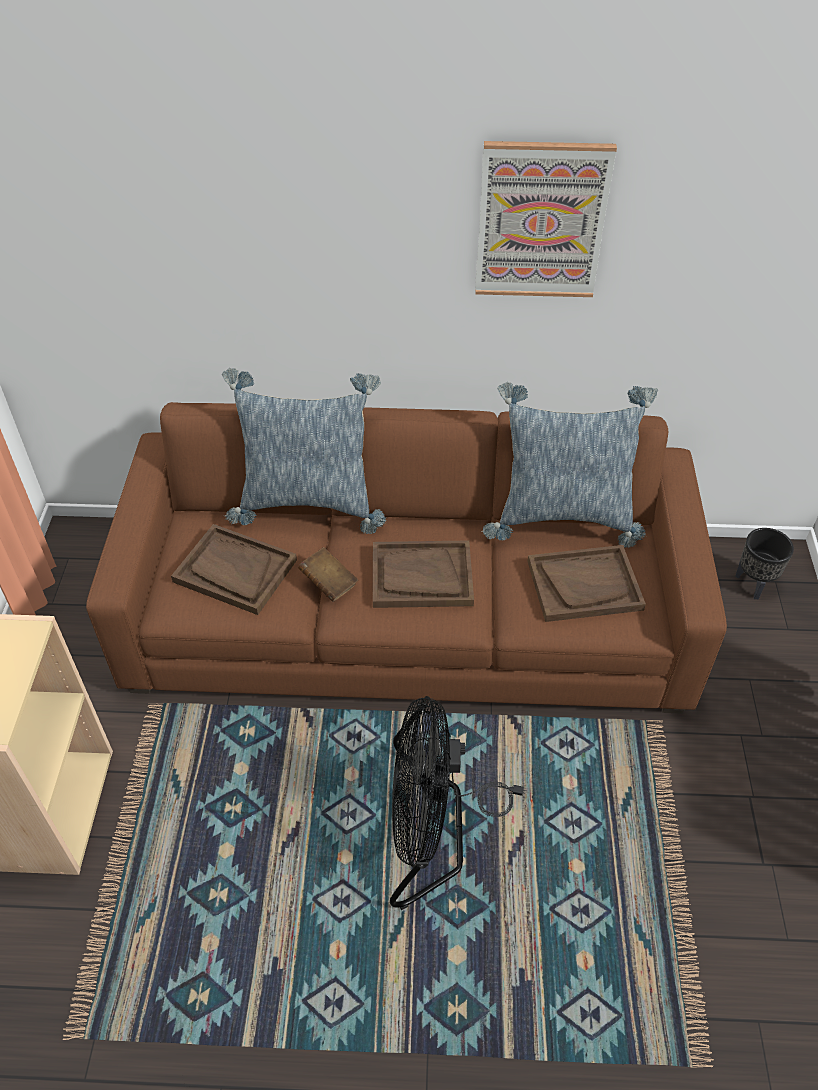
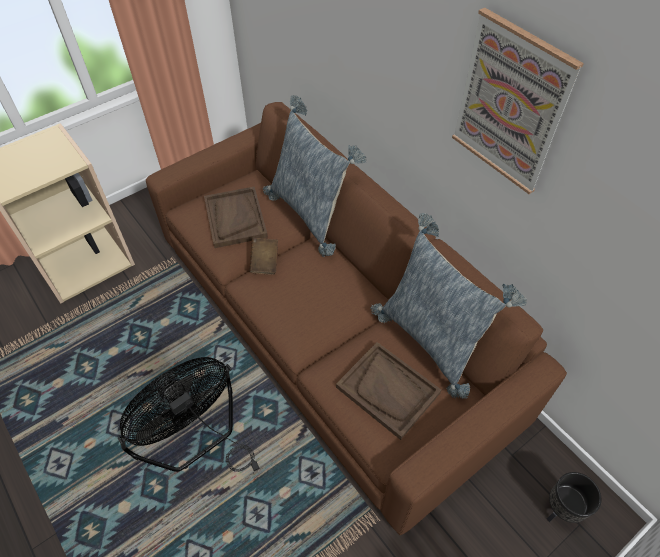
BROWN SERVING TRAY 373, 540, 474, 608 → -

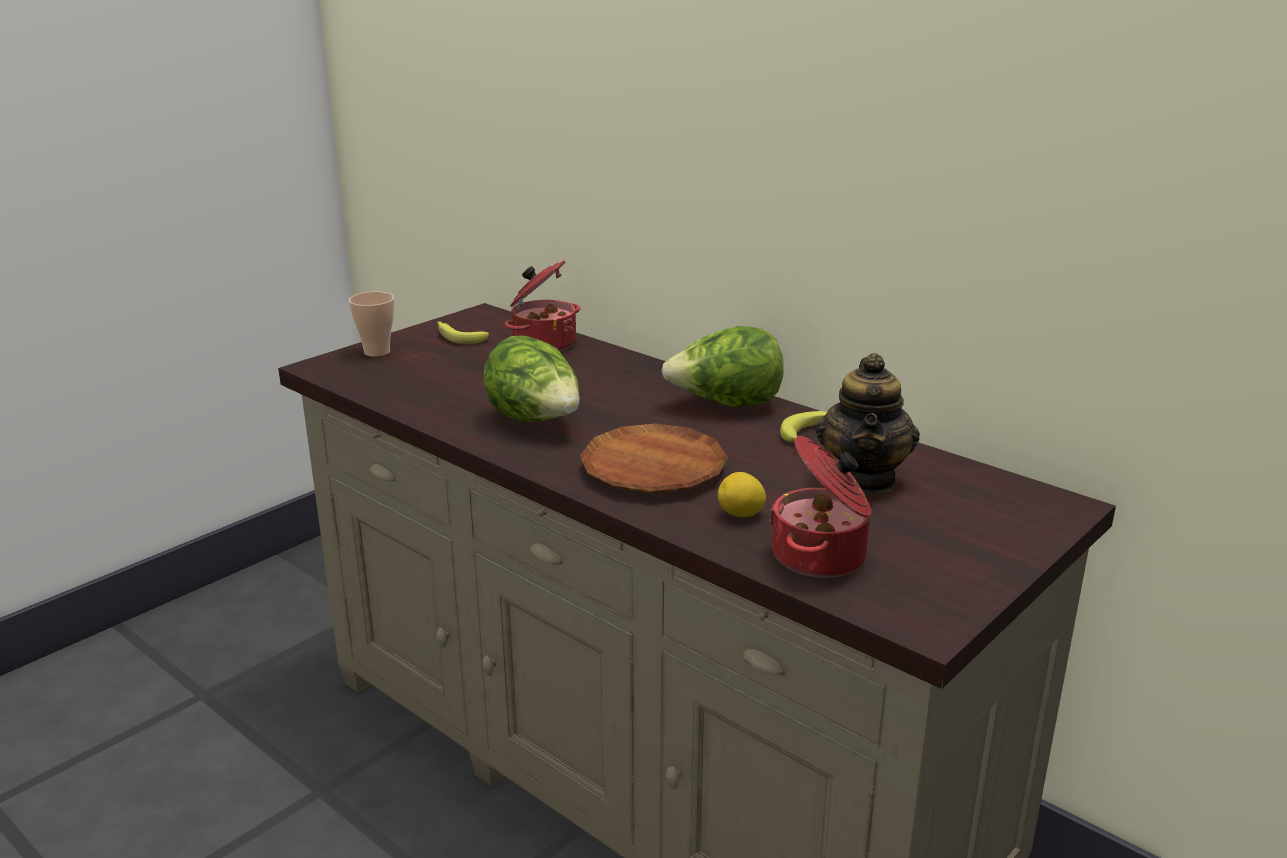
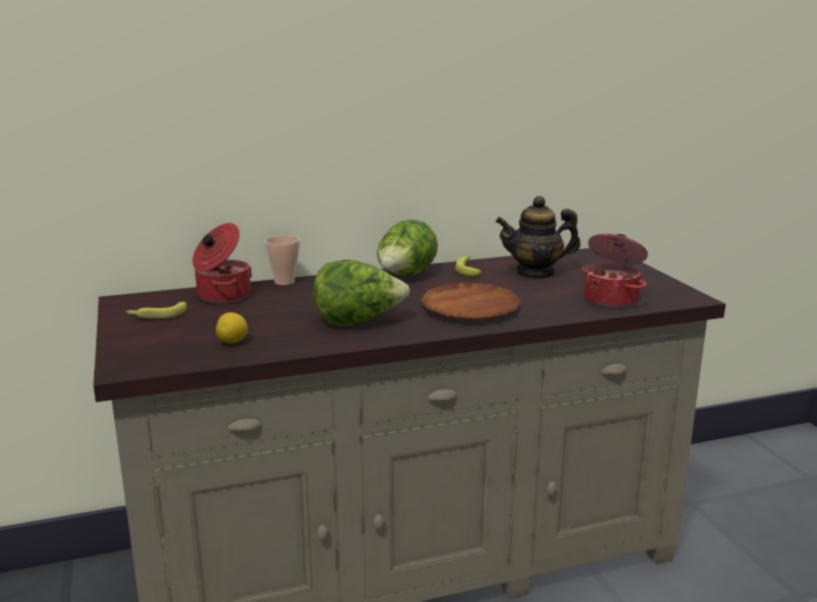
LEMON 718, 472, 766, 517 → LEMON 216, 312, 248, 343, move
CUP 349, 292, 395, 357 → CUP 265, 235, 300, 285, move
POT FOR TEA 816, 353, 920, 493 → POT FOR TEA 496, 196, 581, 280, 135 degrees clockwise

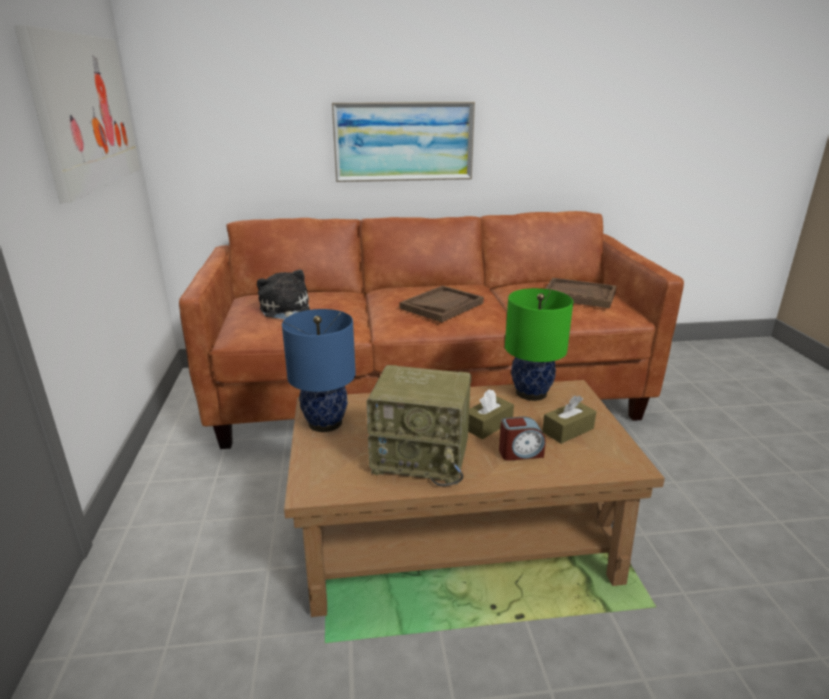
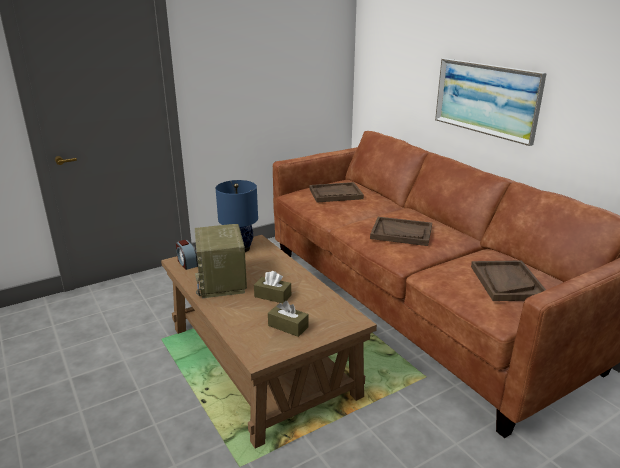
ALARM CLOCK 499, 417, 546, 461 → ALARM CLOCK 176, 240, 198, 270, move
SOFT TOY 257, 269, 310, 319 → BROWN SERVING TRAY 310, 182, 364, 203
PICTURE 14, 25, 140, 203 → -
GREEN-COLOURED TABLETOP LAMP 505, 288, 573, 401 → -

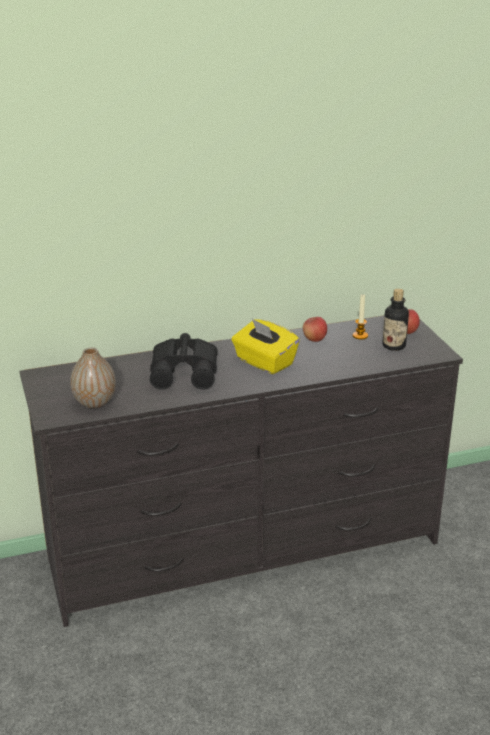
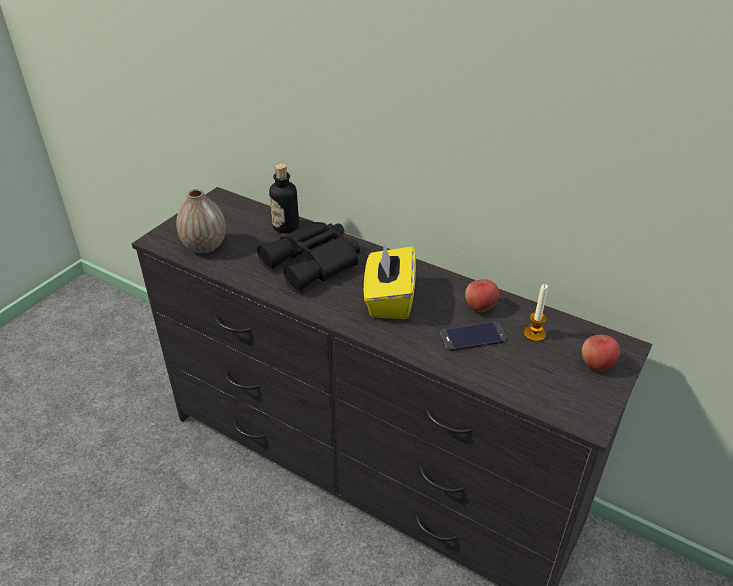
BEVERAGE BOTTLE 382, 289, 409, 351 → BEVERAGE BOTTLE 269, 163, 299, 233, move
- → HANDSET 440, 322, 506, 351

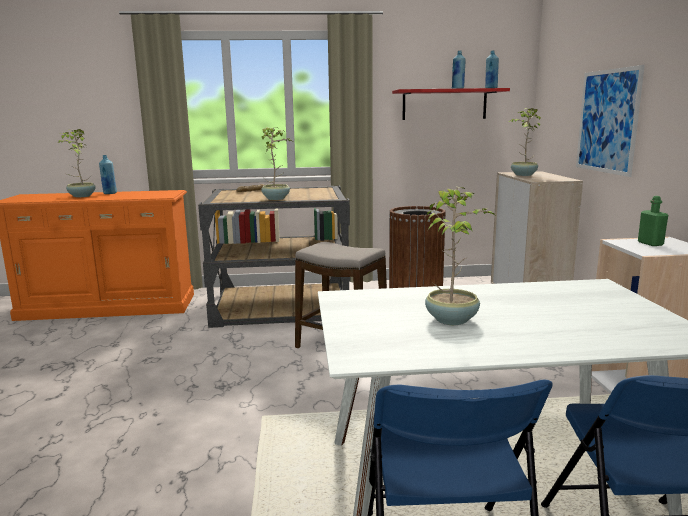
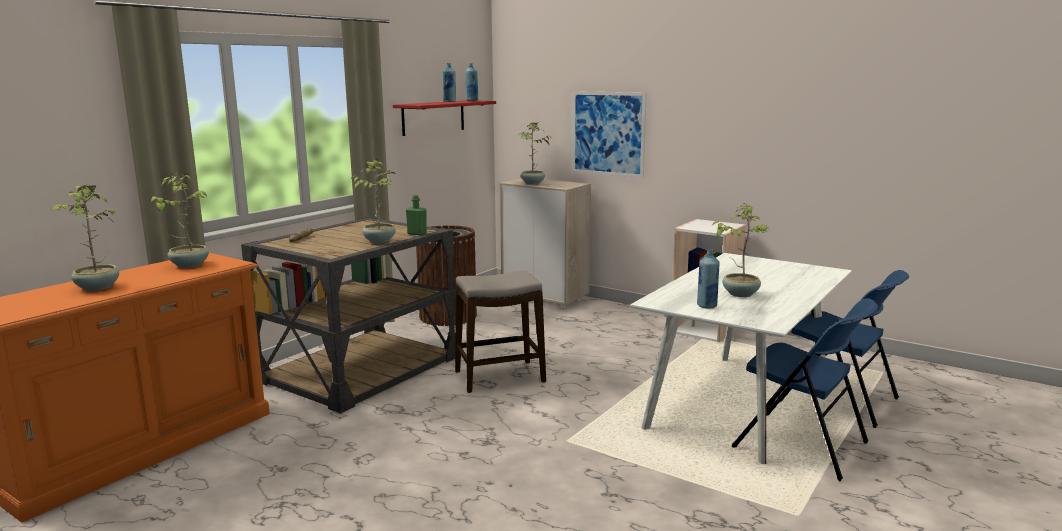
- → PLANT IN A POT 151, 173, 209, 268
GREEN-COLOURED BEVERAGE BOTTLE 638, 196, 668, 246 → GREEN-COLOURED BEVERAGE BOTTLE 406, 195, 427, 236, move
BLUE-COLOURED BEVERAGE BOTTLE 99, 155, 117, 194 → BLUE-COLOURED BEVERAGE BOTTLE 697, 249, 720, 309, move

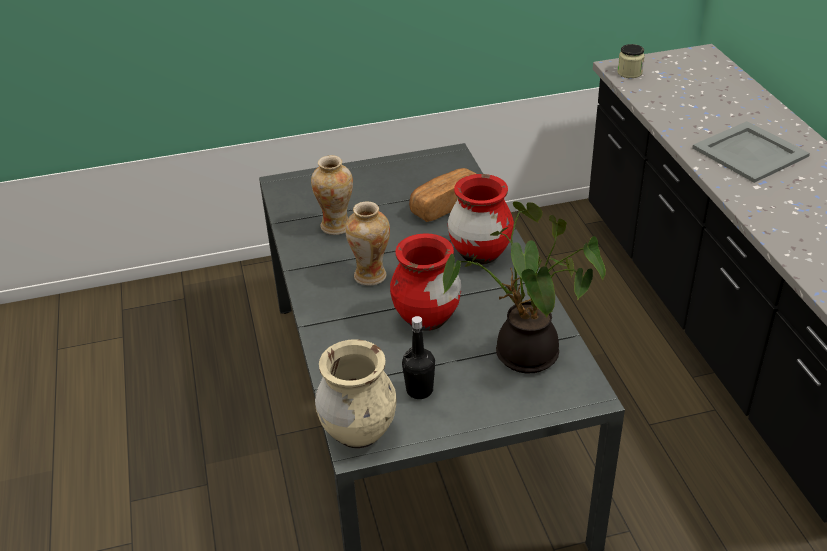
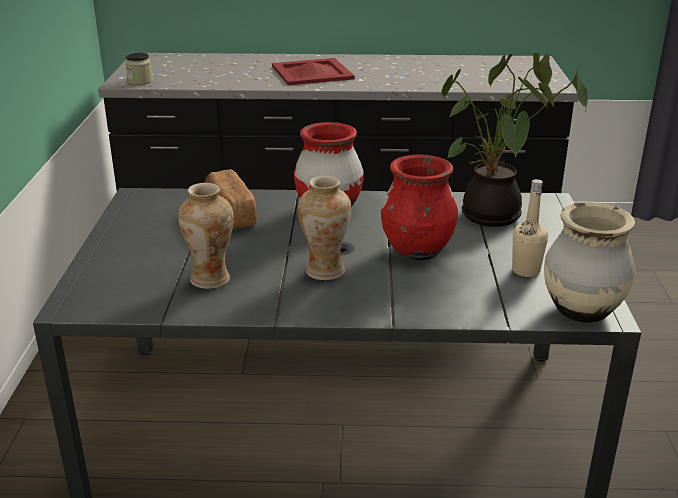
GREY SERVING TRAY 692, 121, 810, 183 → REDDISH SERVING TRAY 272, 58, 355, 85
BLACKISH BEVERAGE BOTTLE 402, 316, 435, 399 → BEIGE-COLOURED BEVERAGE BOTTLE 512, 179, 548, 277

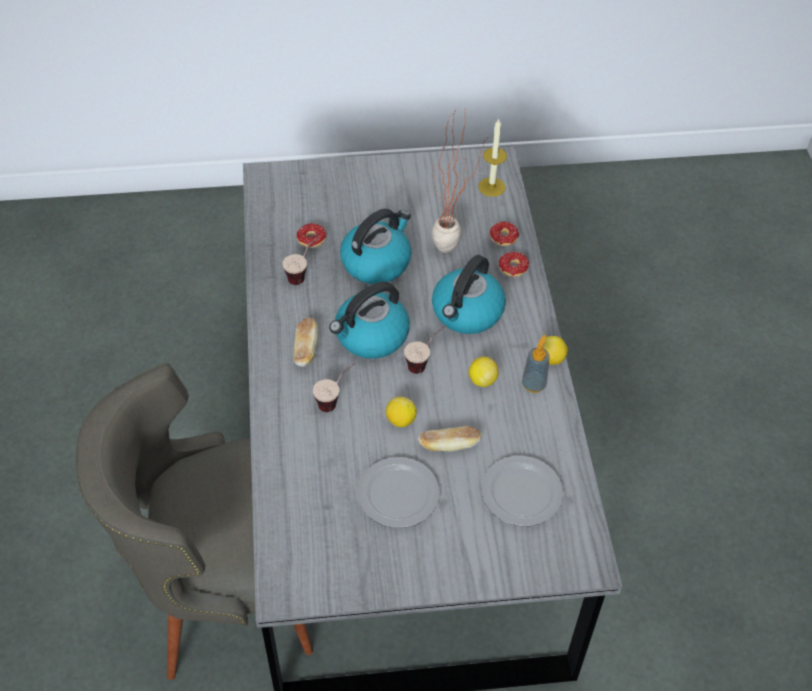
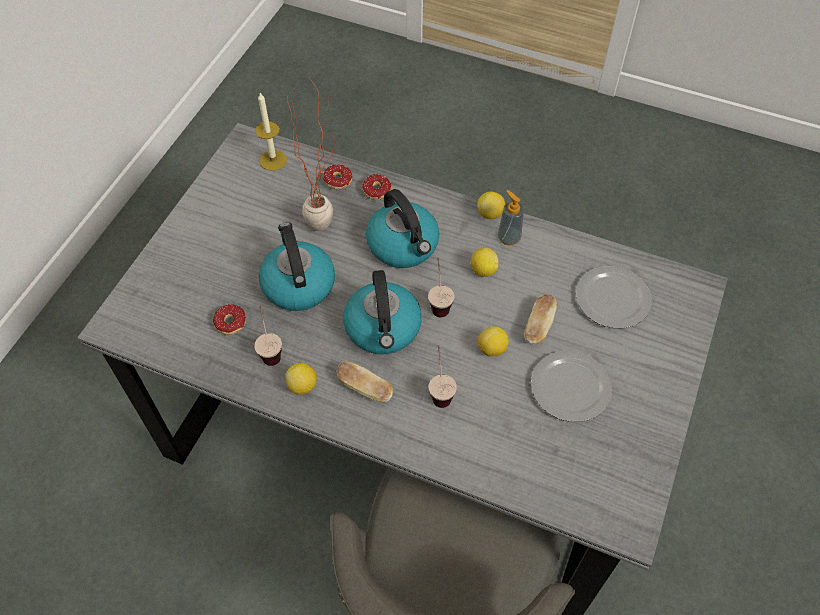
- → LEMON 285, 363, 317, 395

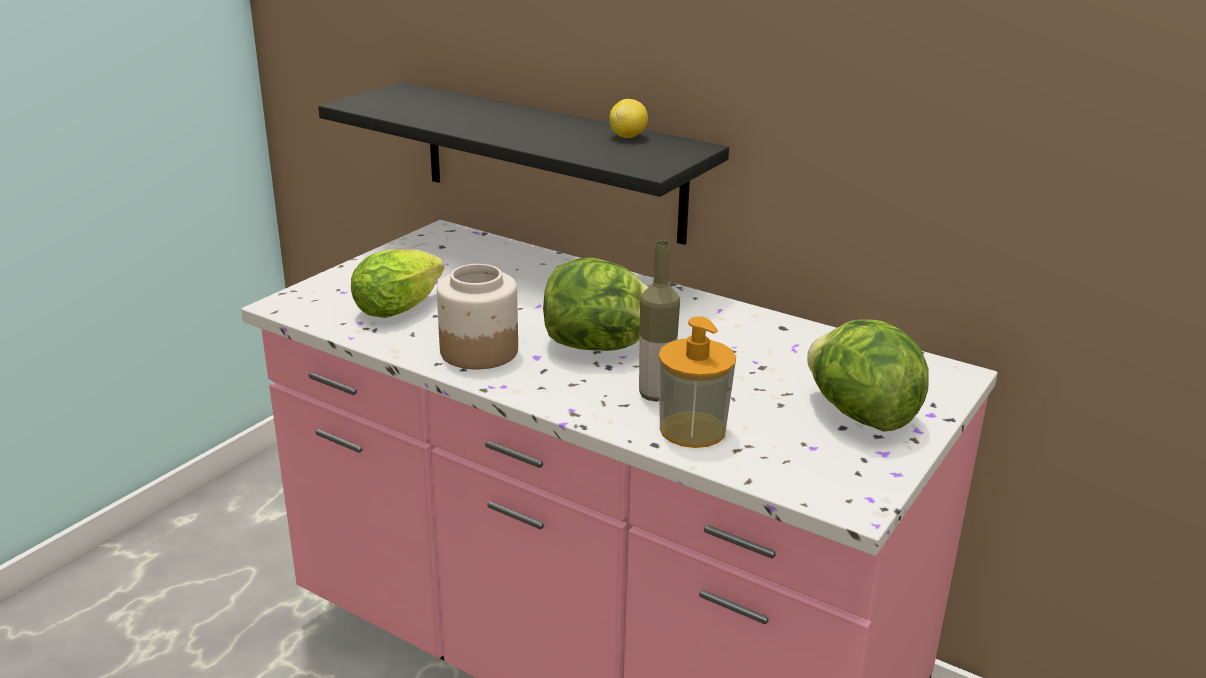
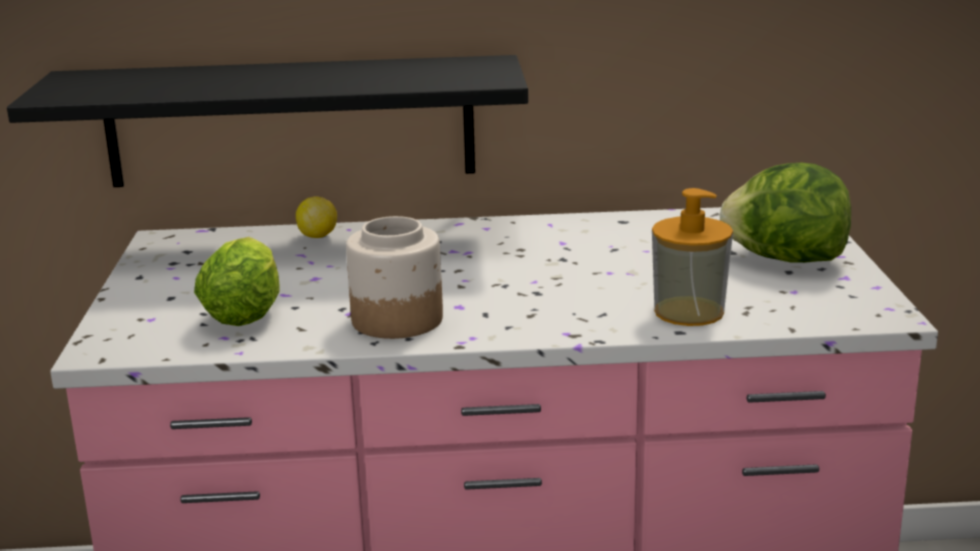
LEMON 609, 99, 648, 138 → LEMON 296, 197, 337, 238, move
LETTUCE 543, 258, 648, 351 → -
BEVERAGE BOTTLE 639, 240, 680, 402 → -

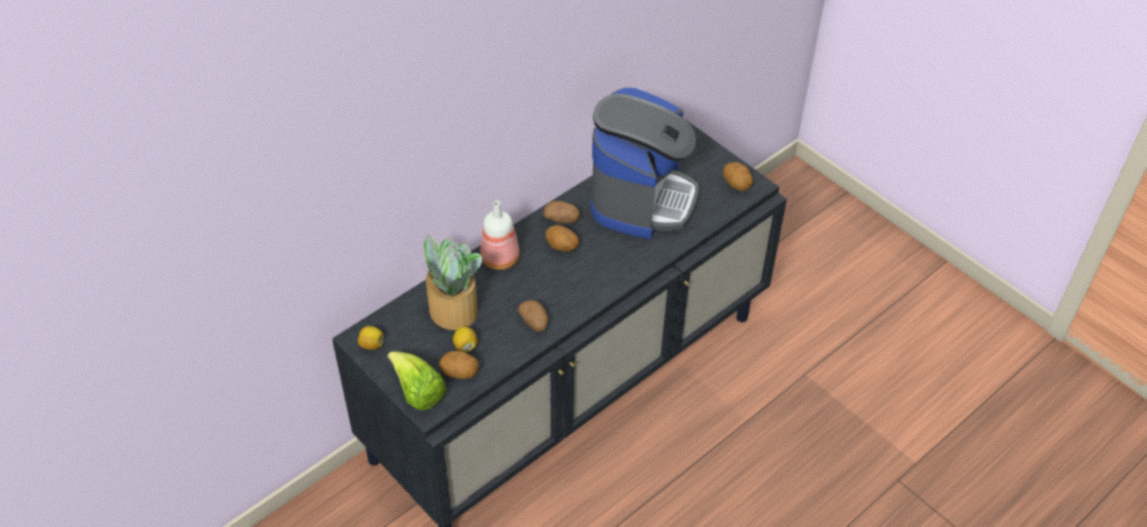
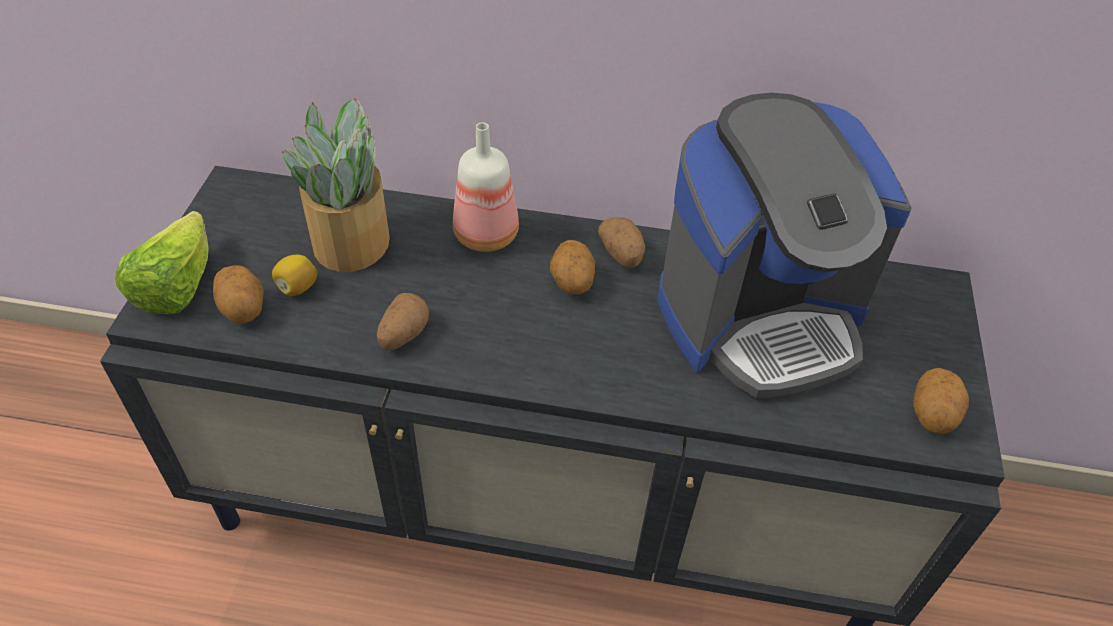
LEMON 358, 326, 384, 350 → -

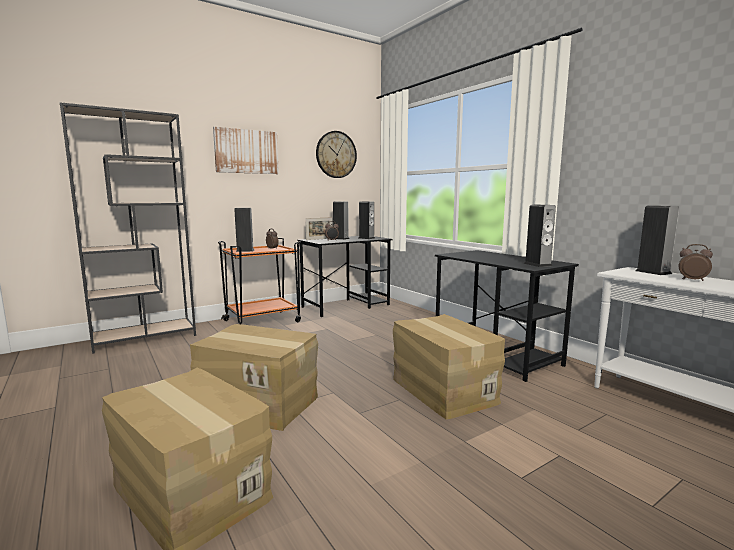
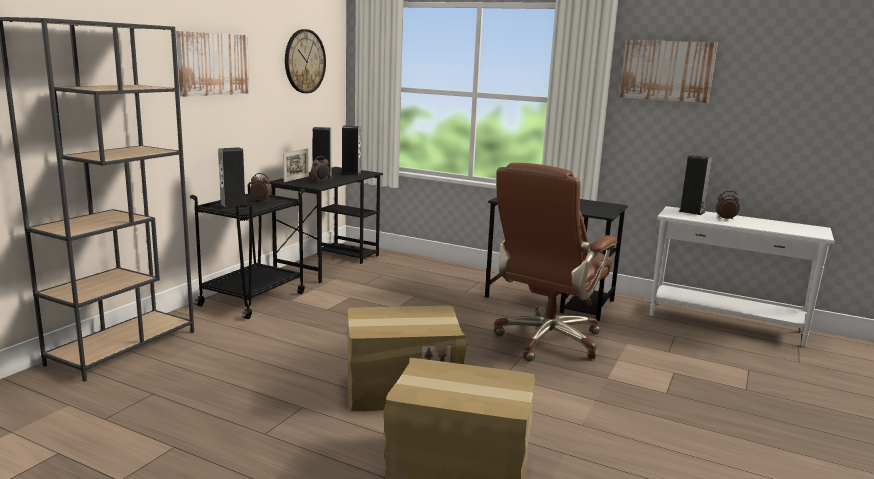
ORANGE WHEELED CART 218, 238, 301, 324 → BLACKISH WHEELED CART 190, 182, 305, 319
PACKING BOX 393, 314, 505, 420 → BROWN COMPUTER CHAIR 494, 163, 618, 362
- → PICTURE 620, 40, 718, 103
AUDIO SPEAKER 523, 205, 556, 267 → -

